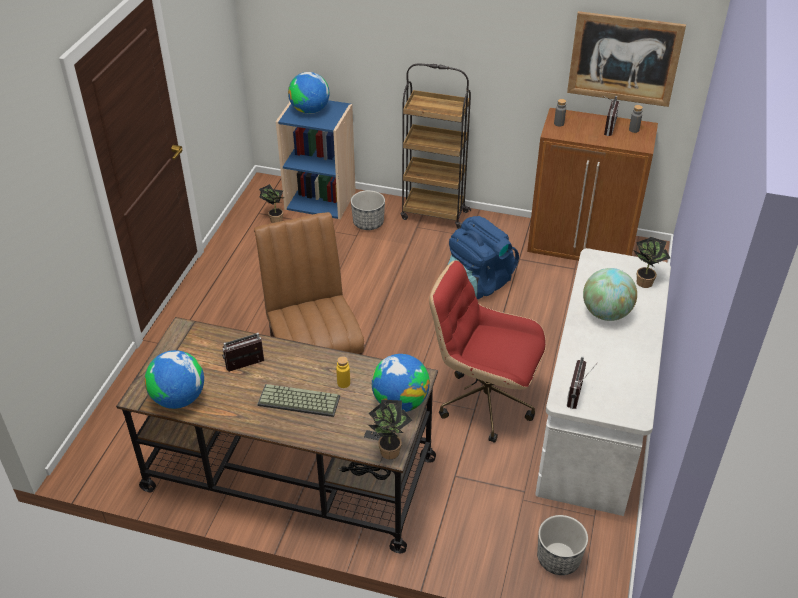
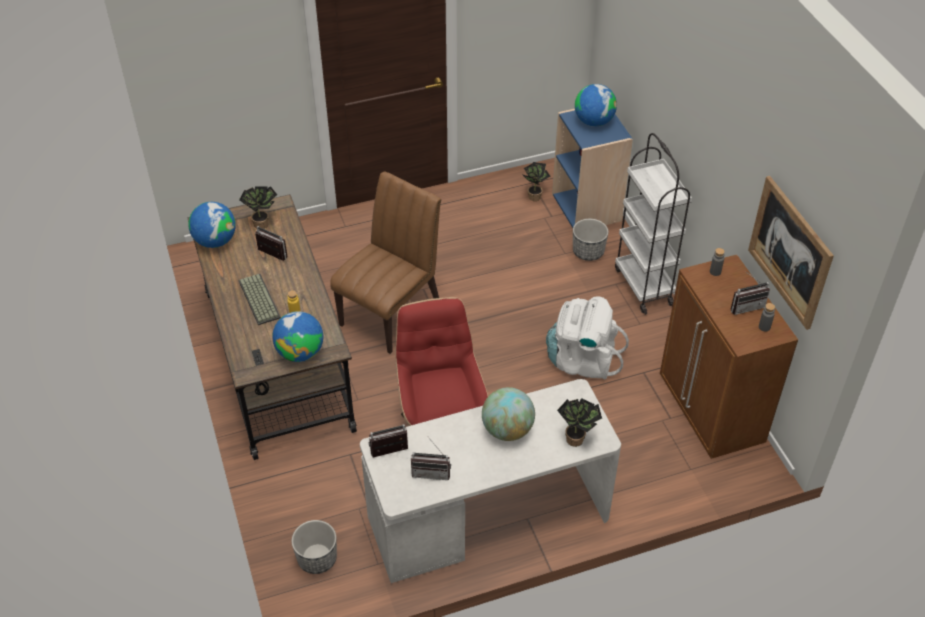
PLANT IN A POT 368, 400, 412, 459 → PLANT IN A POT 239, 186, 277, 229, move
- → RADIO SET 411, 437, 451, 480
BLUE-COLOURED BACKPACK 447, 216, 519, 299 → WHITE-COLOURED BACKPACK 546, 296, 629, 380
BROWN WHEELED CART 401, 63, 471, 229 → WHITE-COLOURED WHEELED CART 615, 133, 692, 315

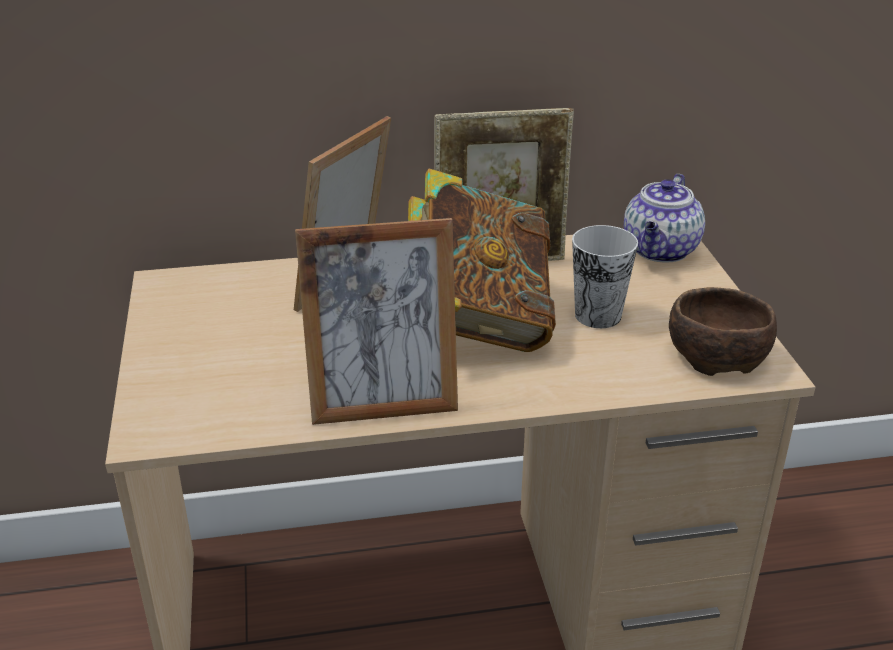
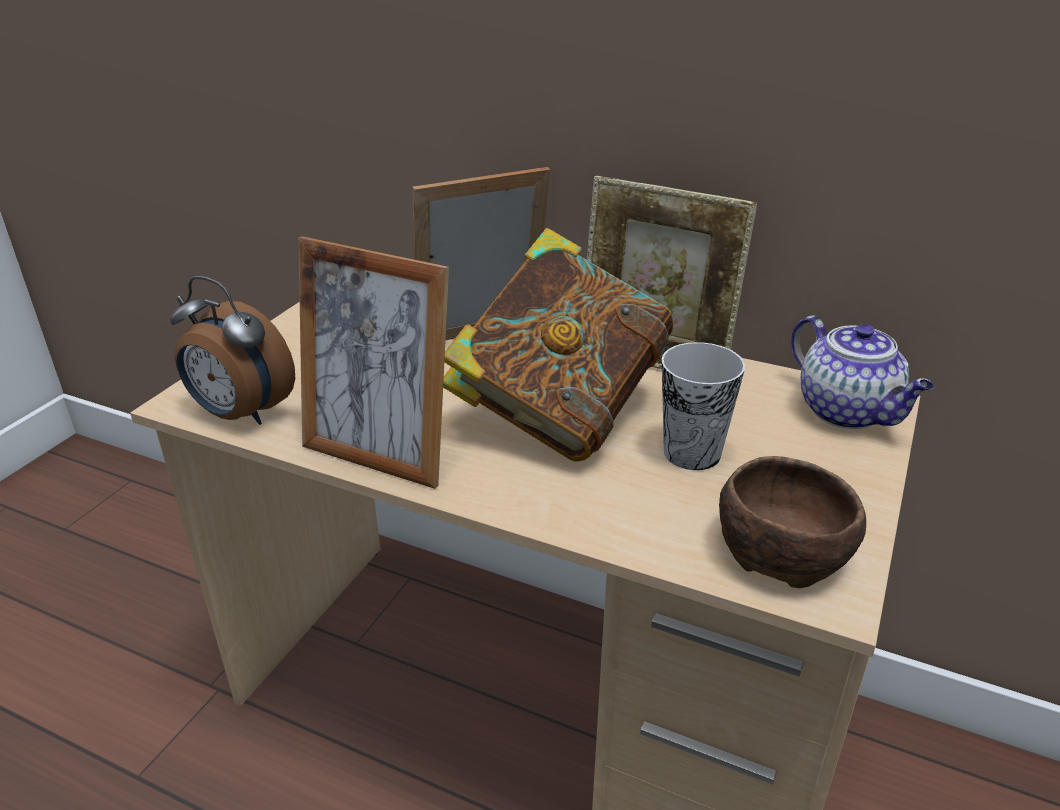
- → ALARM CLOCK 170, 276, 295, 425
POT FOR TEA 624, 174, 705, 263 → POT FOR TEA 791, 315, 934, 429, 90 degrees counterclockwise

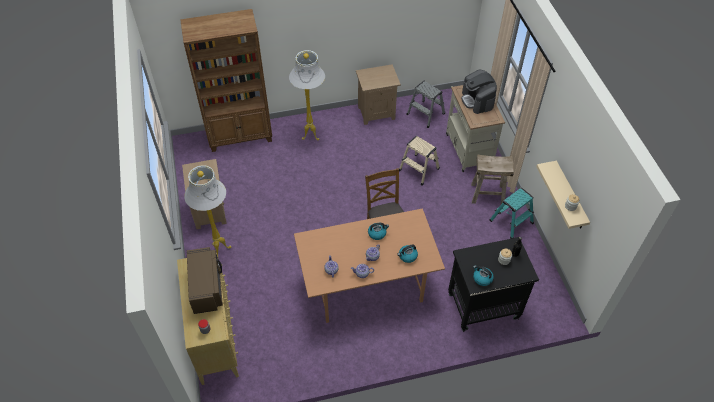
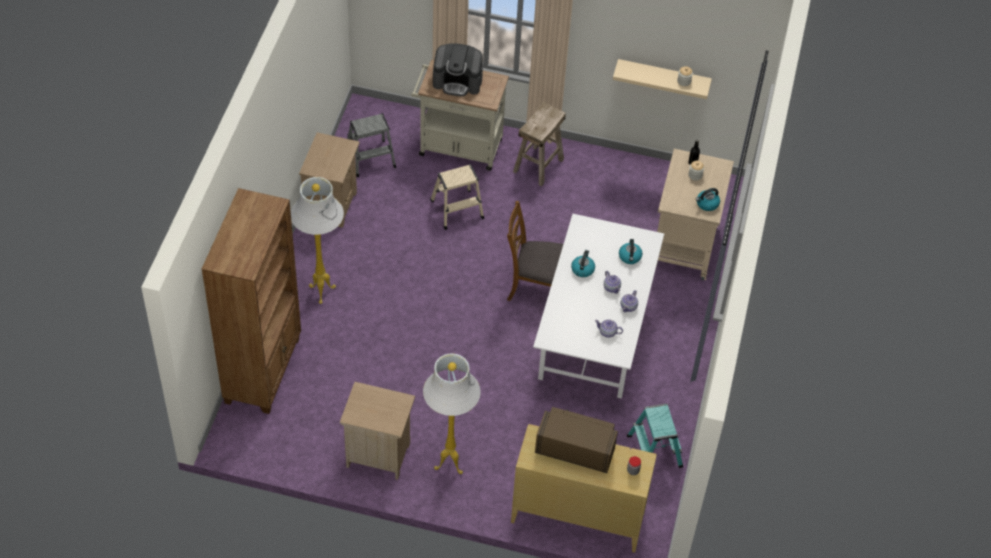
BROWN DINNER TABLE 294, 208, 445, 323 → WHITE-COLOURED DINNER TABLE 533, 214, 664, 399
BLUE-GREEN STEP STOOL 489, 187, 534, 239 → BLUE-GREEN STEP STOOL 627, 403, 683, 468, move
BLACKISH WHEELED CART 448, 237, 539, 332 → BEIGE-COLOURED WHEELED CART 656, 149, 734, 280

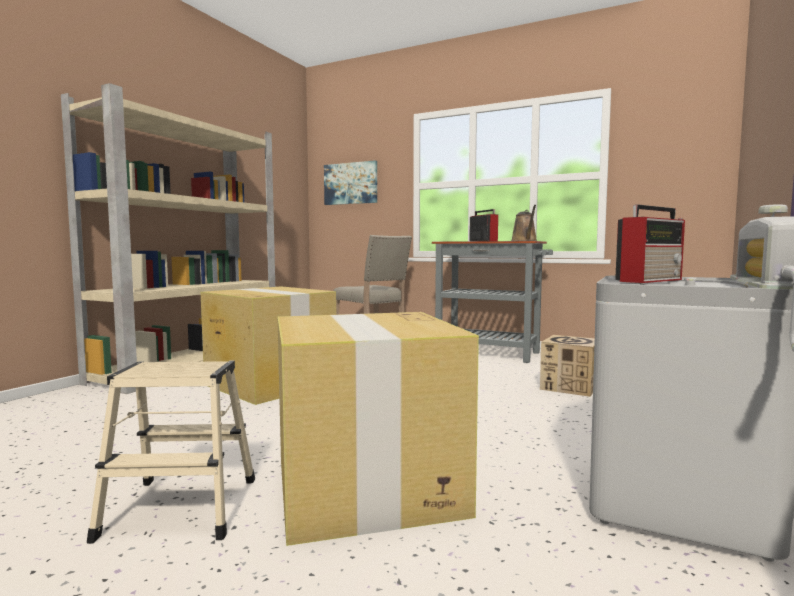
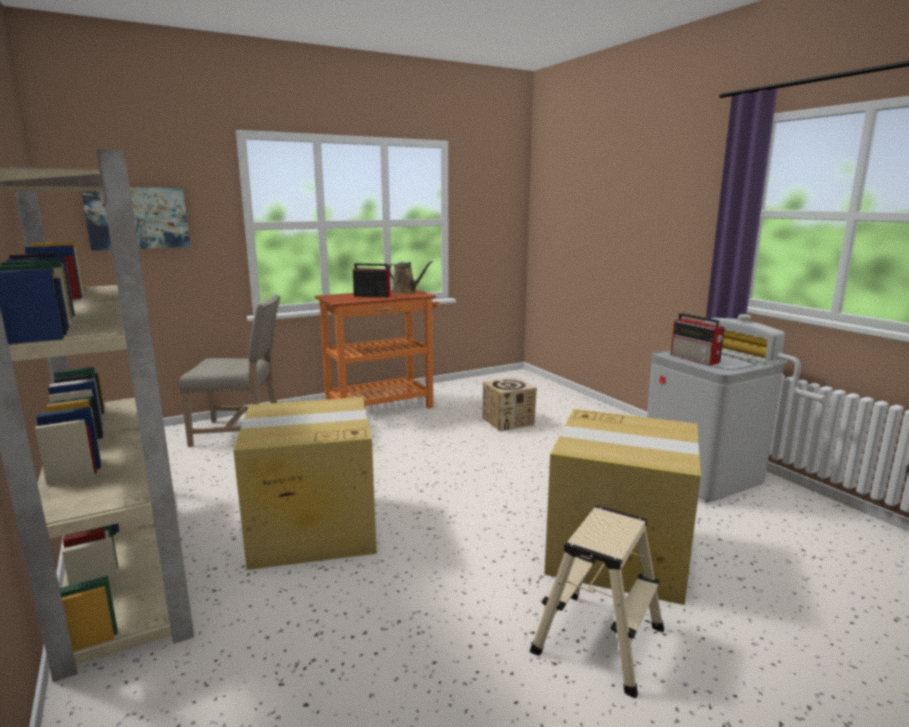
GREY WHEELED CART 432, 241, 553, 363 → ORANGE WHEELED CART 315, 289, 440, 409
RADIO SET 615, 204, 685, 283 → RADIO SET 671, 313, 725, 365, 150 degrees clockwise

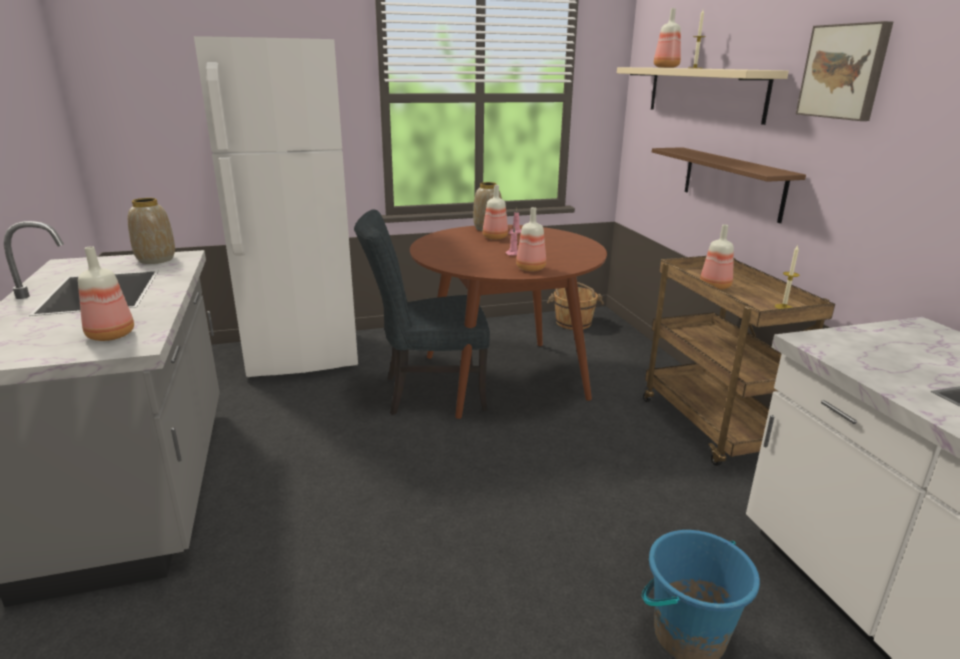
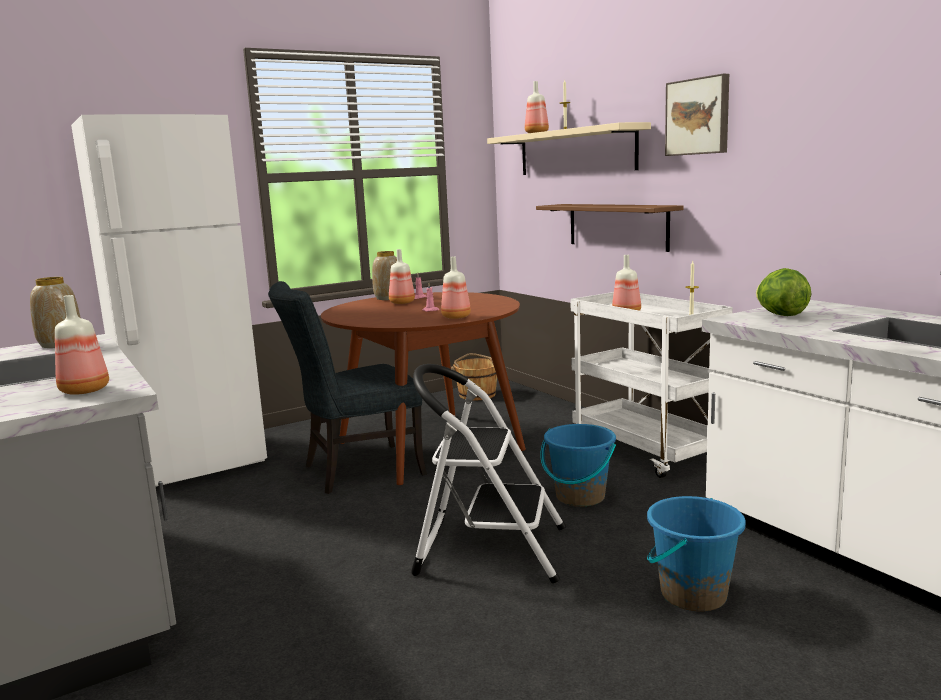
- → STEP STOOL 411, 364, 566, 583
- → BLUE-COLOURED WATER BUCKET 540, 424, 616, 507
BROWN WHEELED CART 643, 256, 835, 466 → WHITE-COLOURED WHEELED CART 570, 292, 733, 478
- → LETTUCE 756, 268, 811, 316

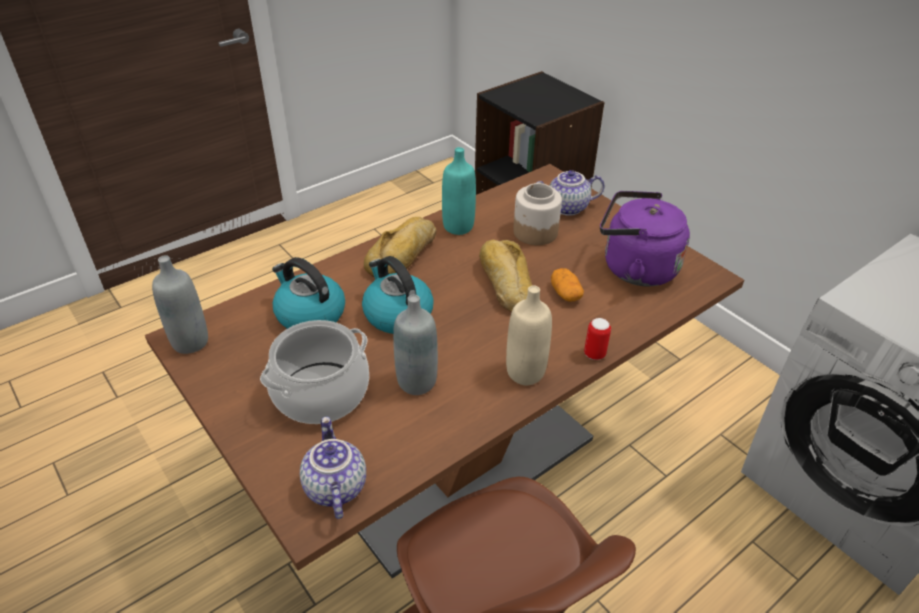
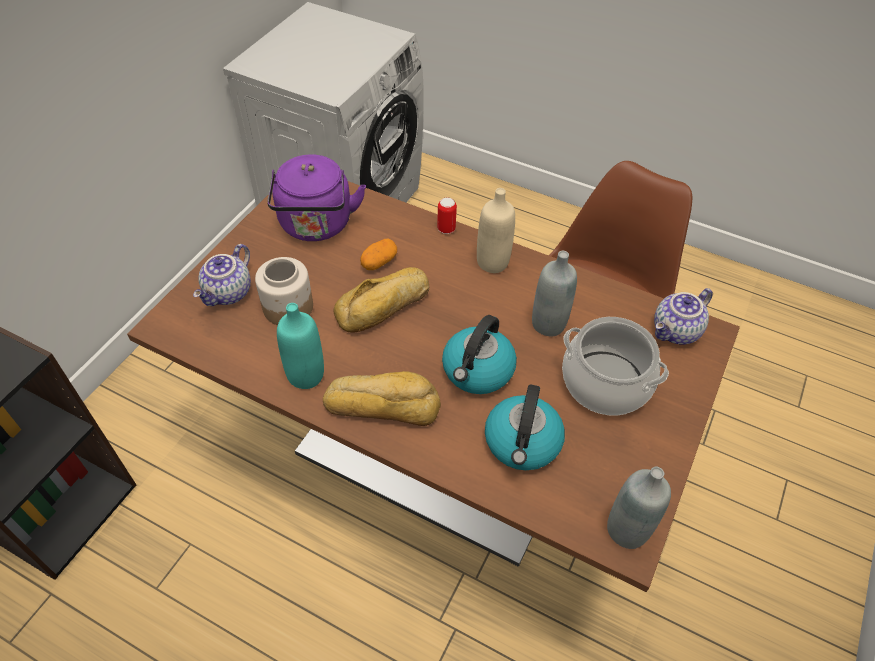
POT FOR TEA 536, 170, 605, 216 → POT FOR TEA 193, 244, 251, 306, 60 degrees clockwise

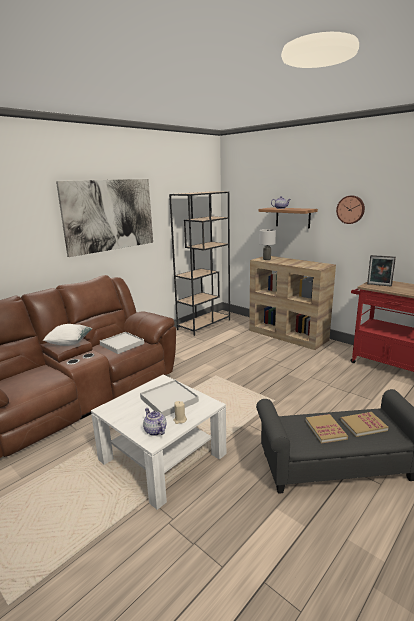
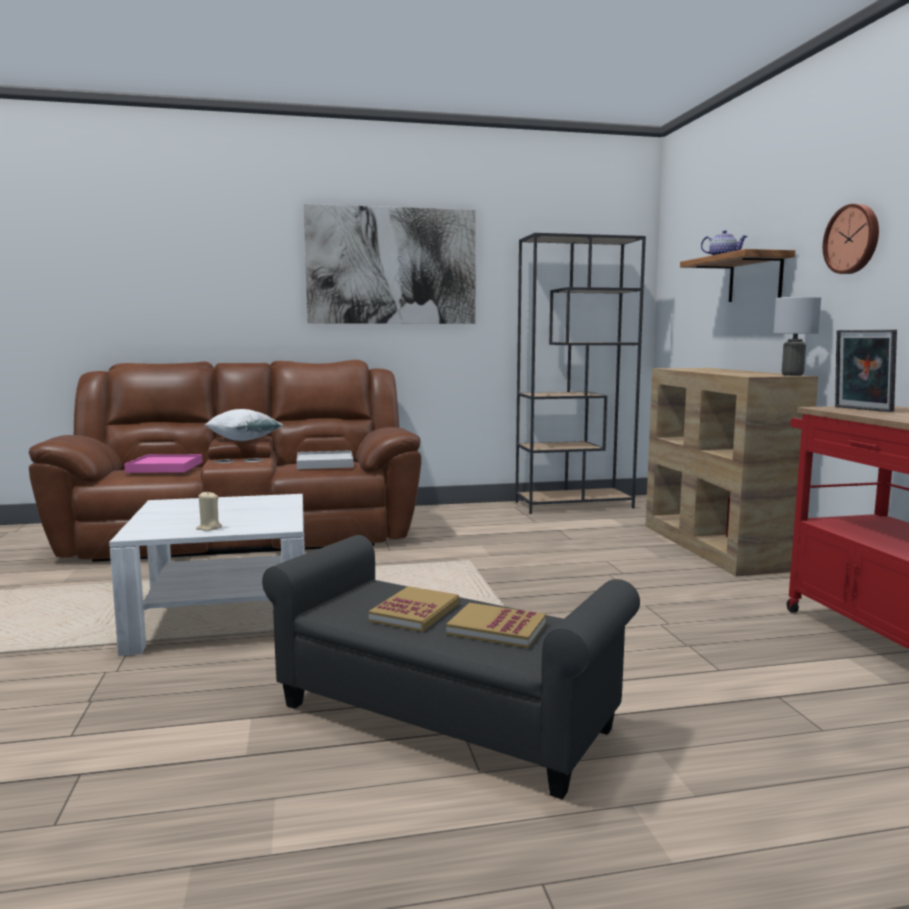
- → PINK-COLOURED SERVING TRAY 124, 454, 203, 473
WHITE-COLOURED TABLETOP LAMP 259, 229, 276, 260 → WHITE-COLOURED TABLETOP LAMP 773, 296, 821, 376, move
WHITE-COLOURED SERVING TRAY 140, 380, 199, 416 → -
POT FOR TEA 143, 408, 166, 436 → -

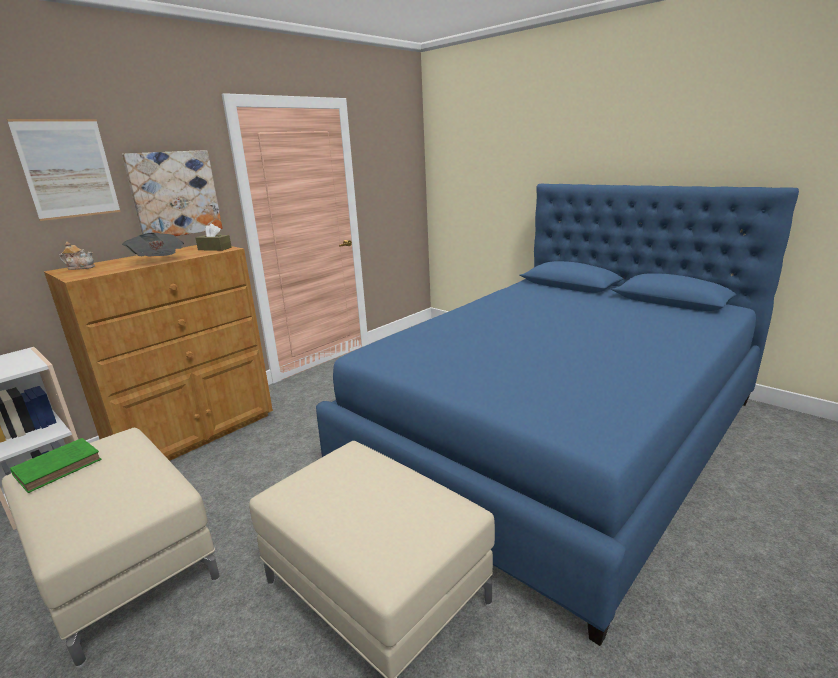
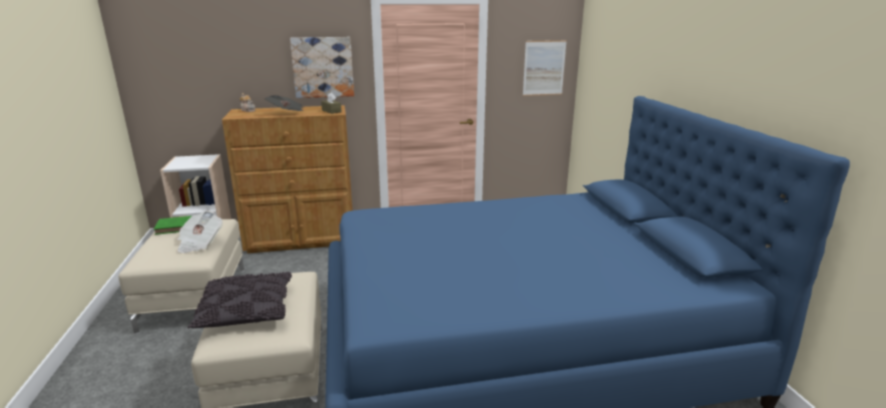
- → DAILY PAPER 177, 211, 223, 253
- → BLACKISH CUSHION 188, 272, 292, 328
PICTURE 7, 119, 121, 221 → PICTURE 523, 40, 567, 96, move

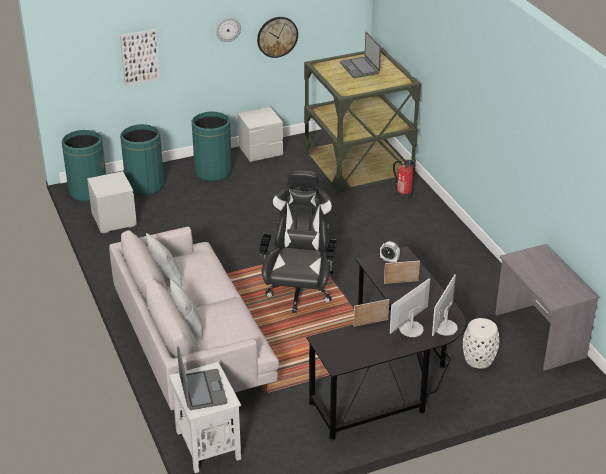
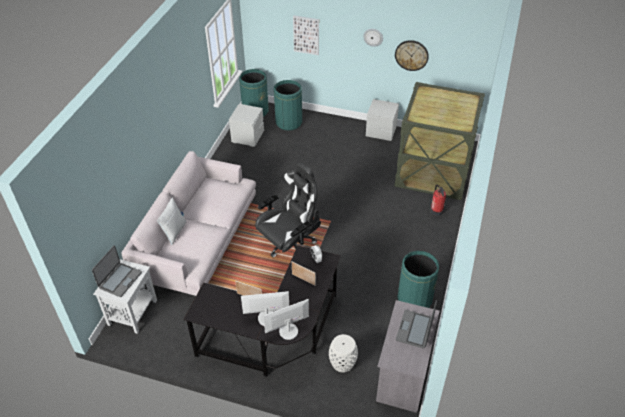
LAPTOP 340, 32, 381, 78 → LAPTOP 396, 300, 437, 348, move
GREEN-COLOURED TRASH CAN 192, 111, 232, 182 → GREEN-COLOURED TRASH CAN 397, 251, 439, 308, move
GREY CUSHION 146, 233, 182, 287 → -

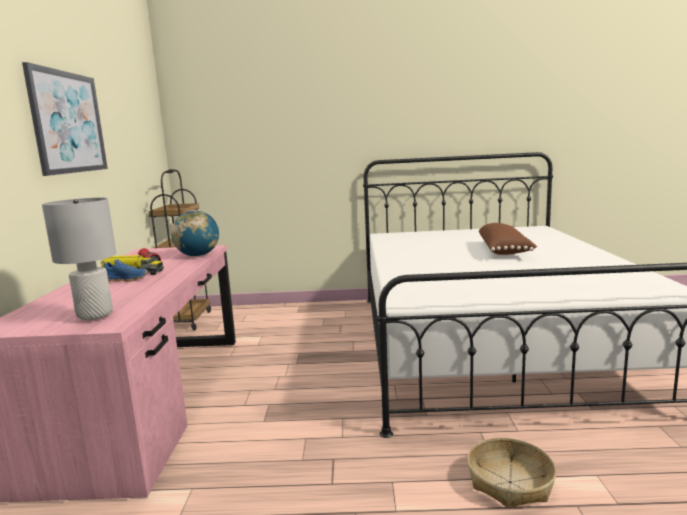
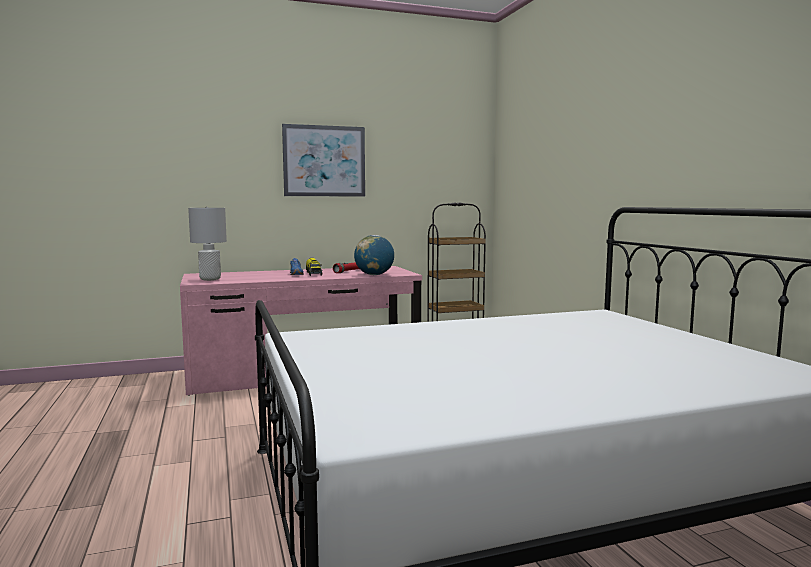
HOUSEHOLD BASKET 467, 438, 557, 509 → -
BROWN CUSHION 479, 223, 537, 255 → -

